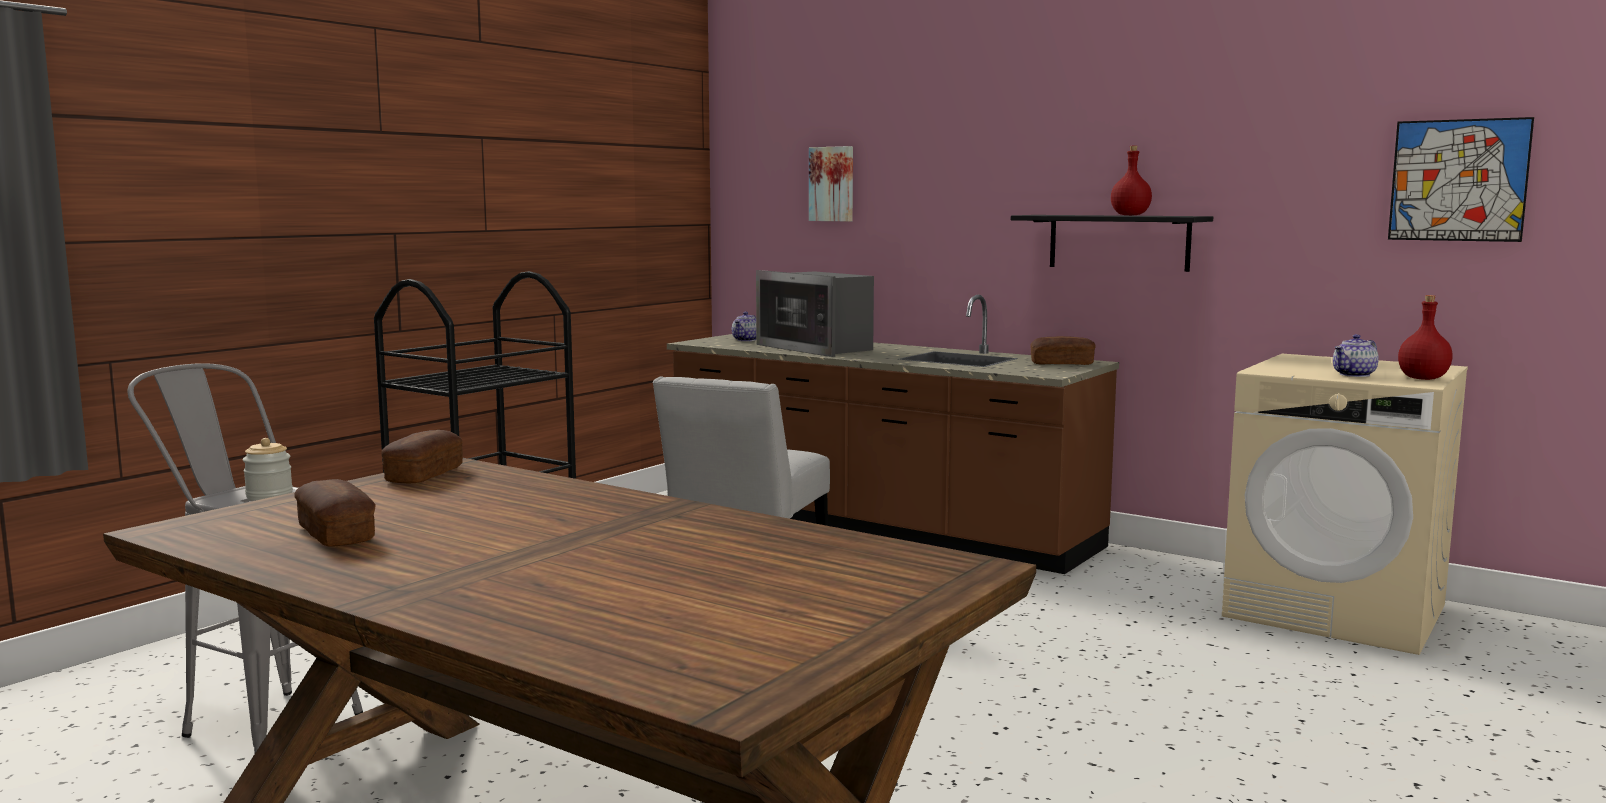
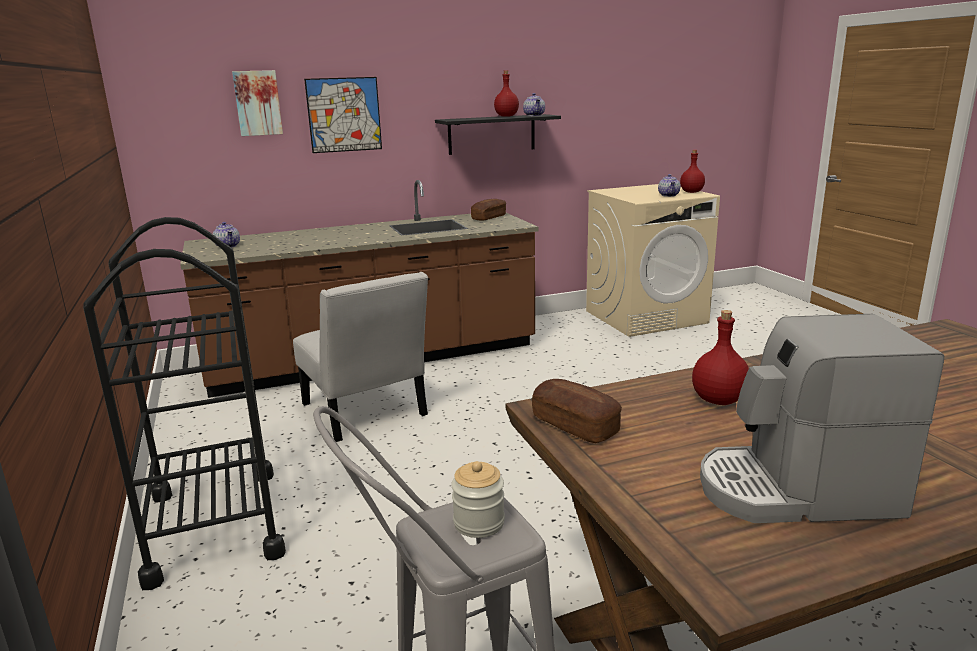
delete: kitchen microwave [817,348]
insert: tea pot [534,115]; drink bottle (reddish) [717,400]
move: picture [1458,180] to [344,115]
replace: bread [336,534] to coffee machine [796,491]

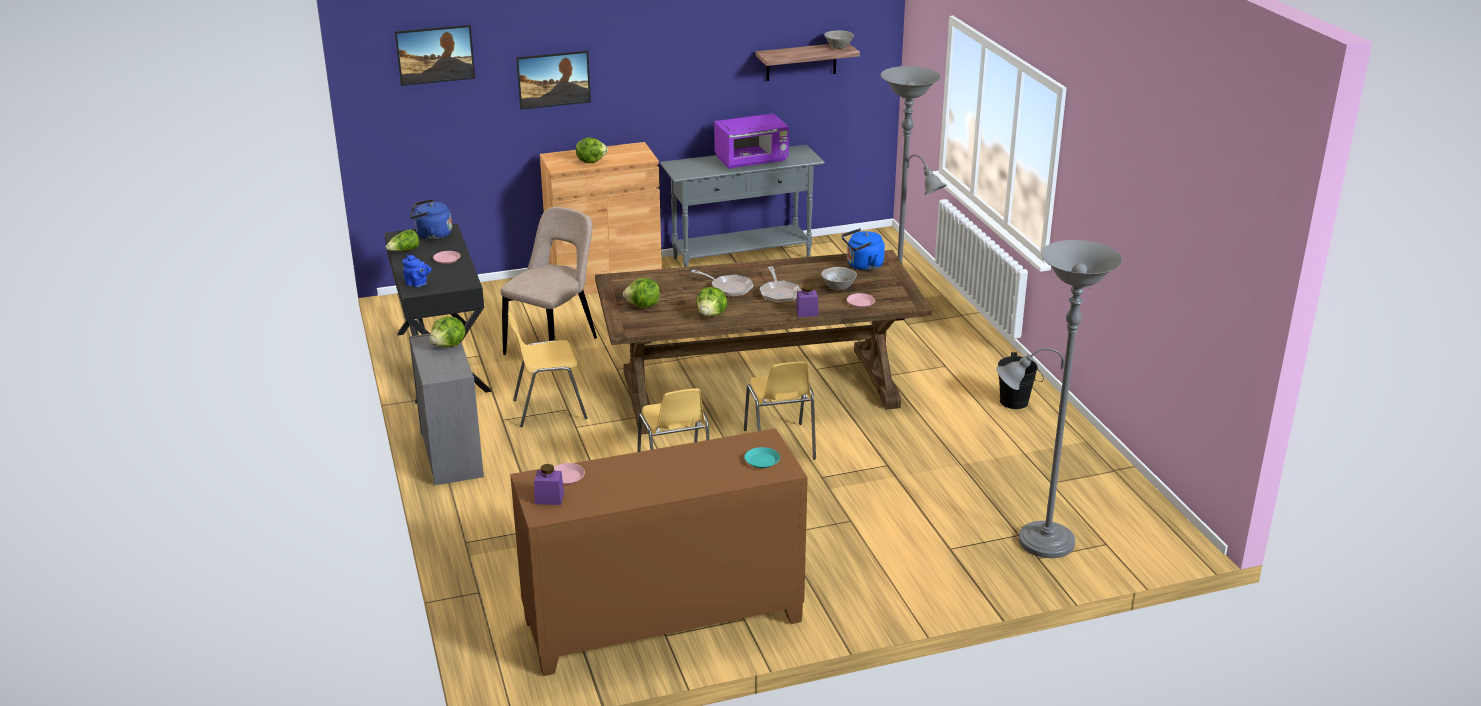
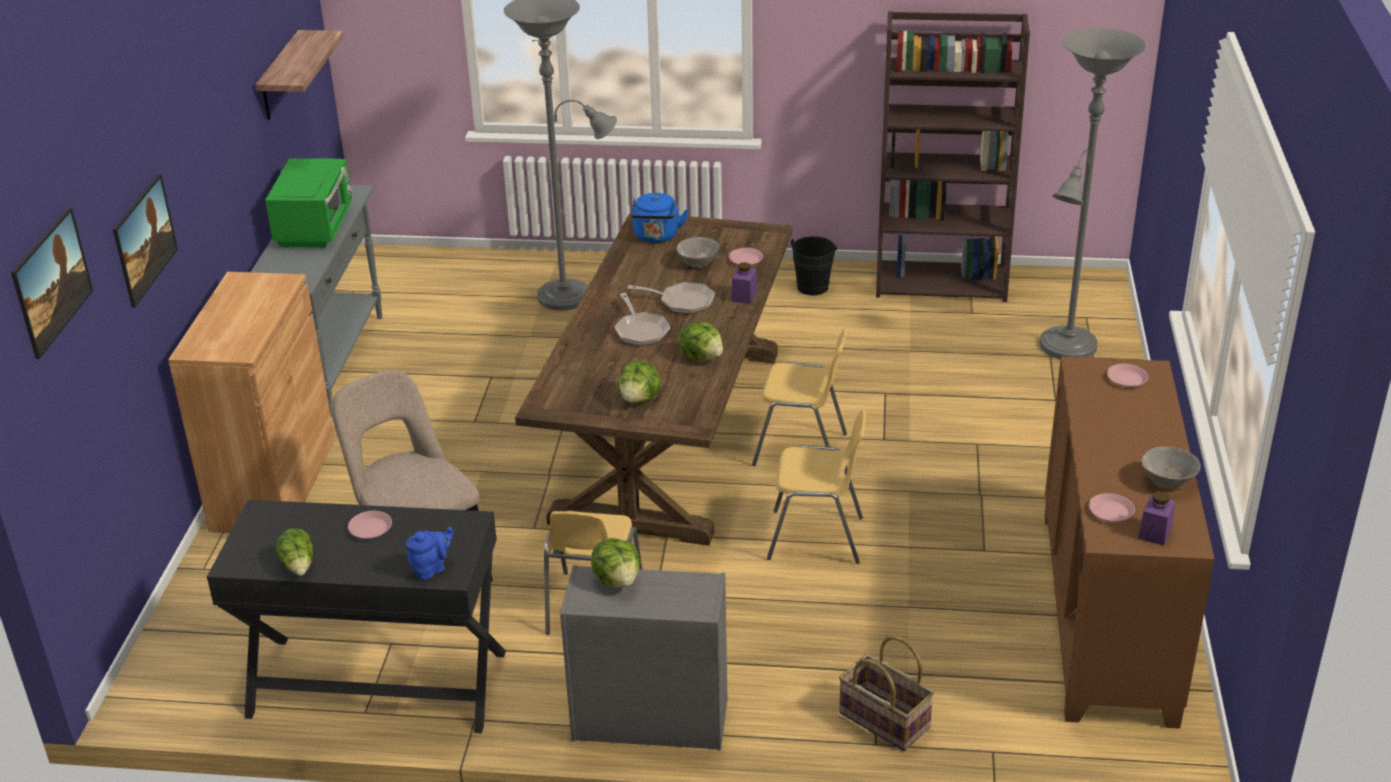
delete: lettuce head [591,161]; kettle (blue-coloured) [431,235]
insert: shelving unit (brown-coloured) [942,281]; basket [883,721]
move: serving bowl (grey) [838,47] to [1168,482]
recolor: kitchen microwave (purple) [752,160] to kitchen microwave (greenish) [316,227]; plate (turquoise) [762,461] to plate (pinkish) [1127,379]
rotate: frying pan [728,288] = [640,331] 105 degrees clockwise

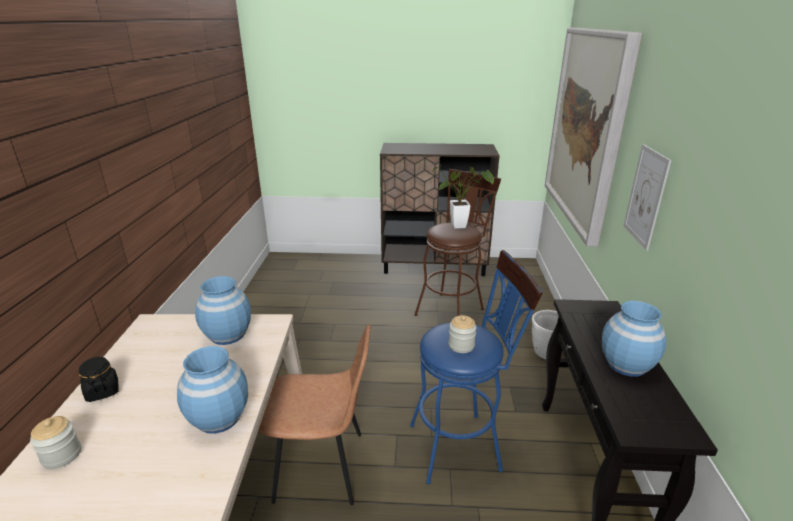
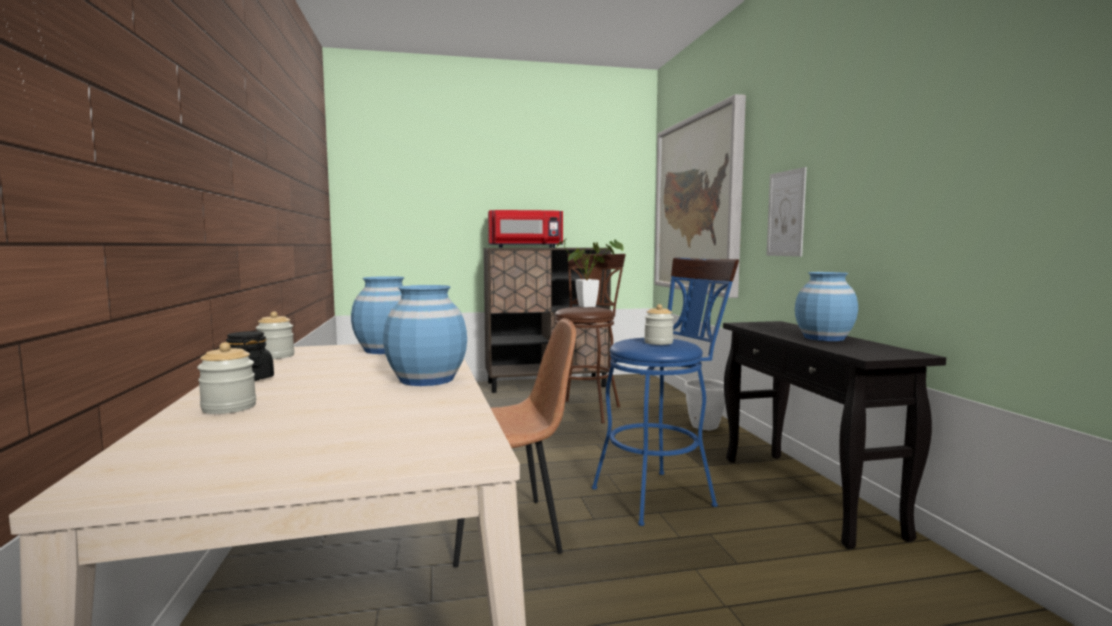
insert: kitchen microwave (reddish) [525,247]; storage jar [276,356]

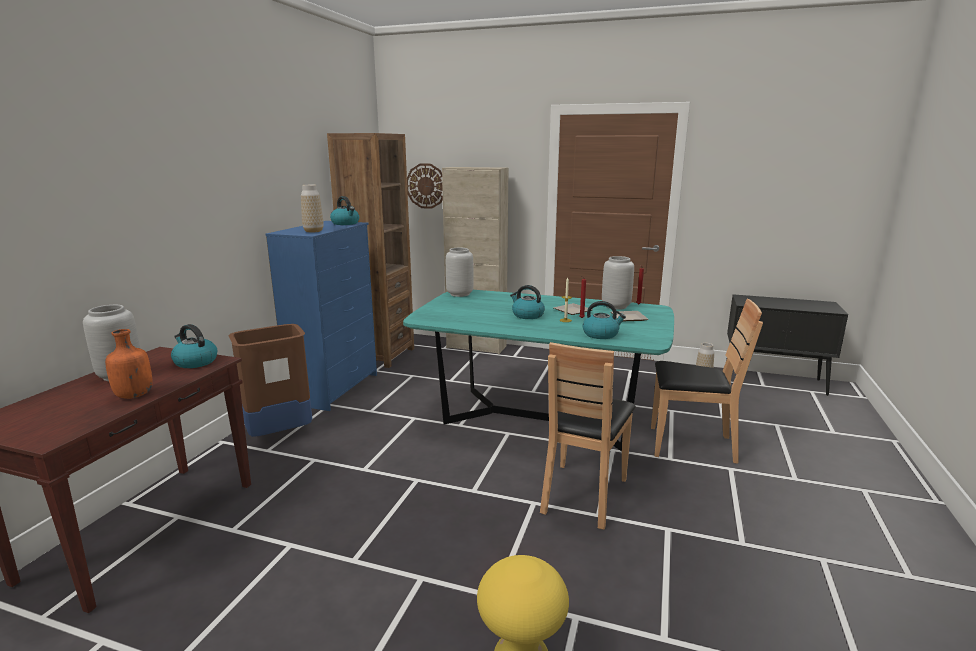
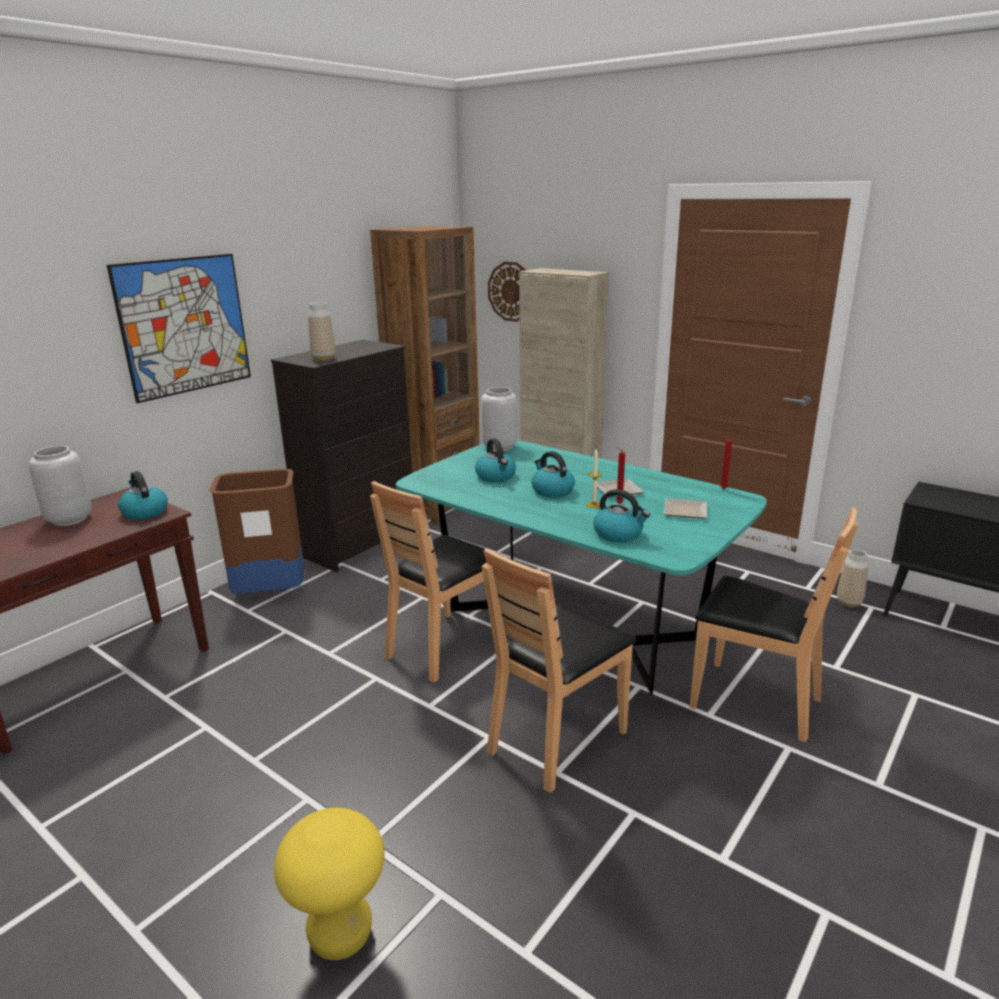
delete: vase (grey) [616,306]; drink bottle (orange) [133,395]
insert: picture [184,326]; upright chair (brown-coloured) [444,646]
move: kettle [345,223] to [496,477]
recolor: dresser (blue-coloured) [336,388] to dresser (black-coloured) [360,544]

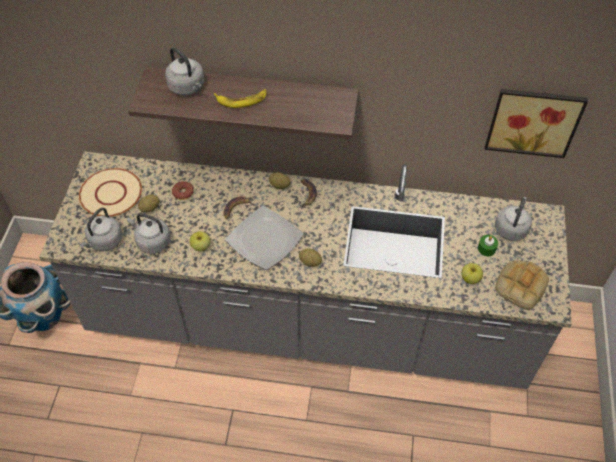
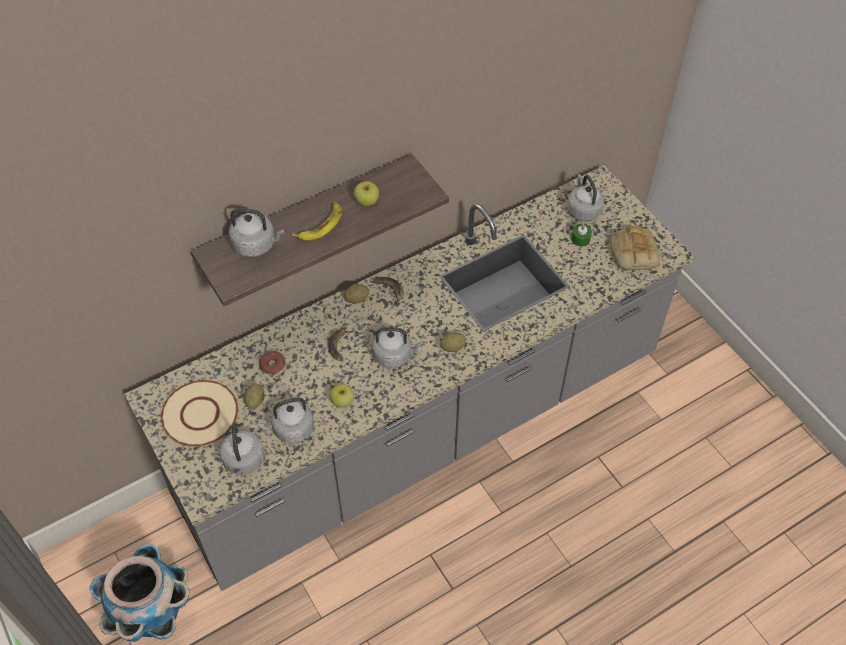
delete: picture [533,120]
move: apple [470,278] to [367,201]
replace: plate [265,240] to kettle (grey) [394,355]

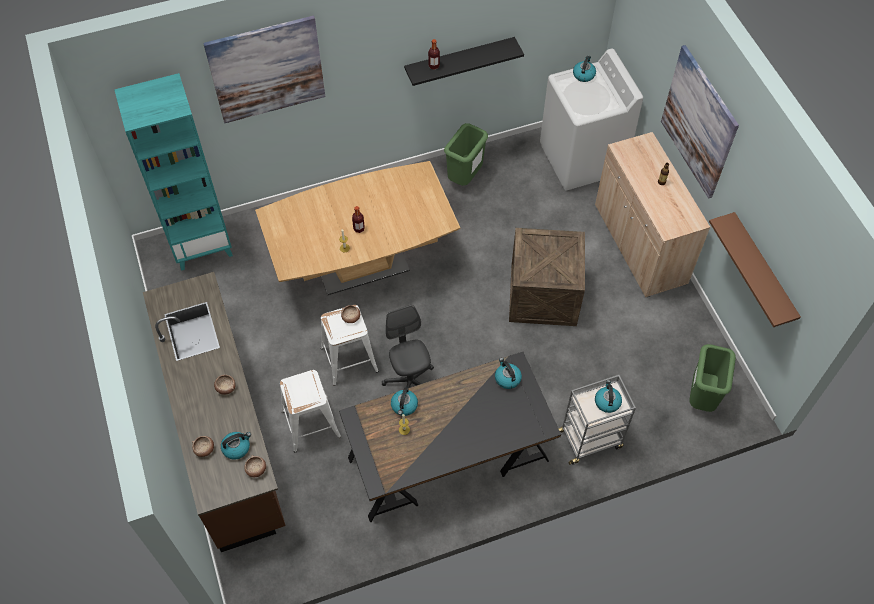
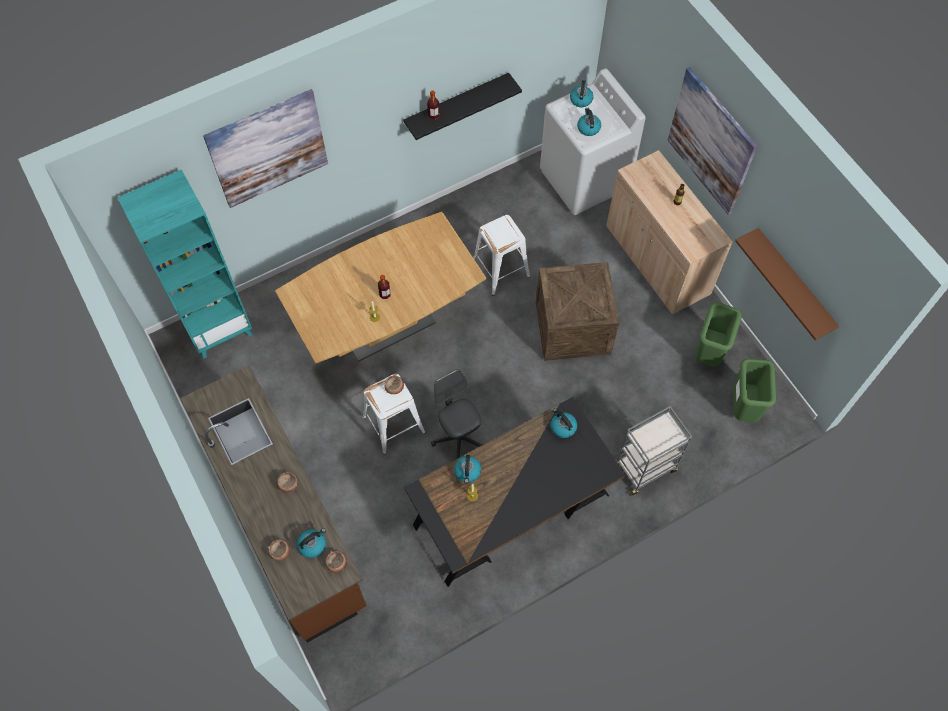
move: rubbish bin (greenish) [465,178] to [708,354]; stool seat (white-coloured) [311,423] to [501,269]; kettle [607,401] to [588,128]

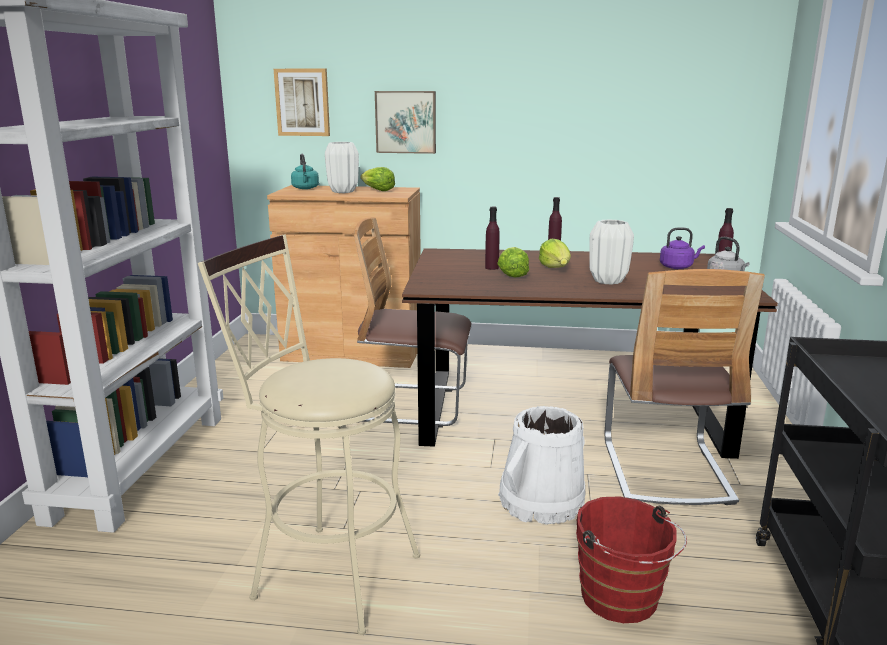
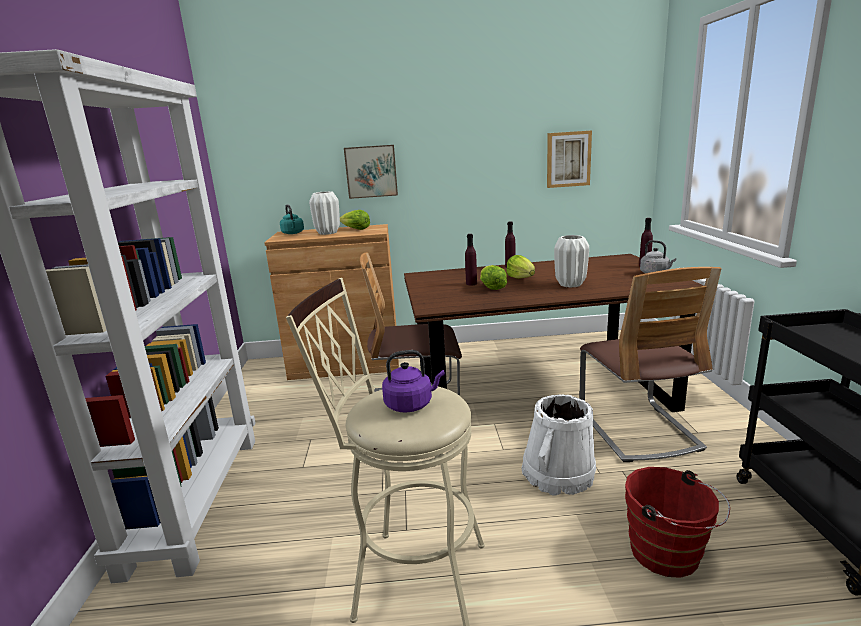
move: picture [302,102] to [568,159]; kettle (purple) [678,267] to [411,404]

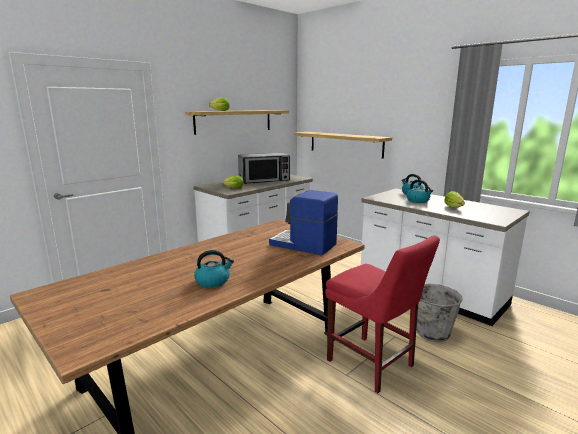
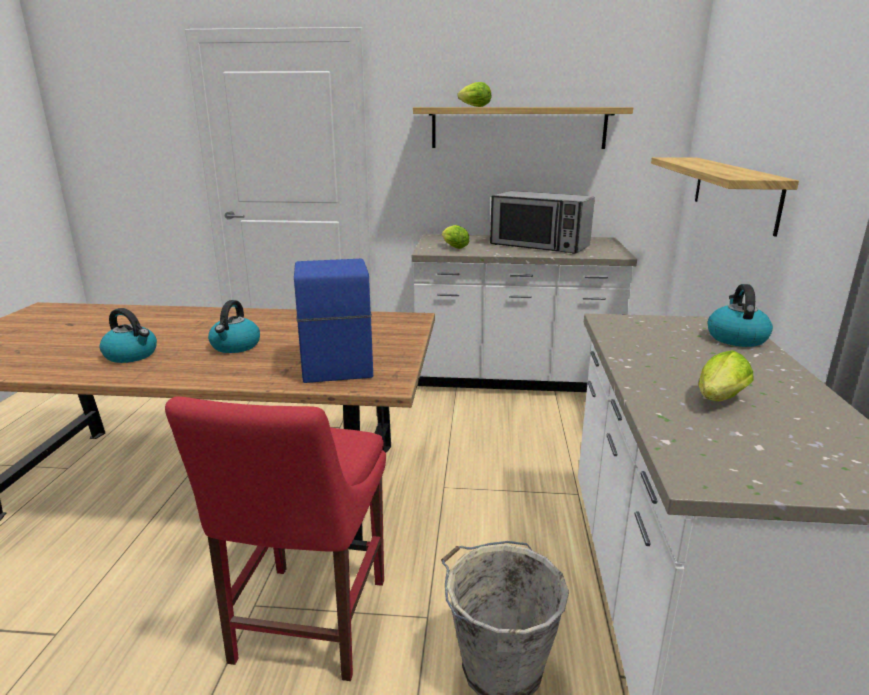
move: kettle [418,201] to [235,346]

